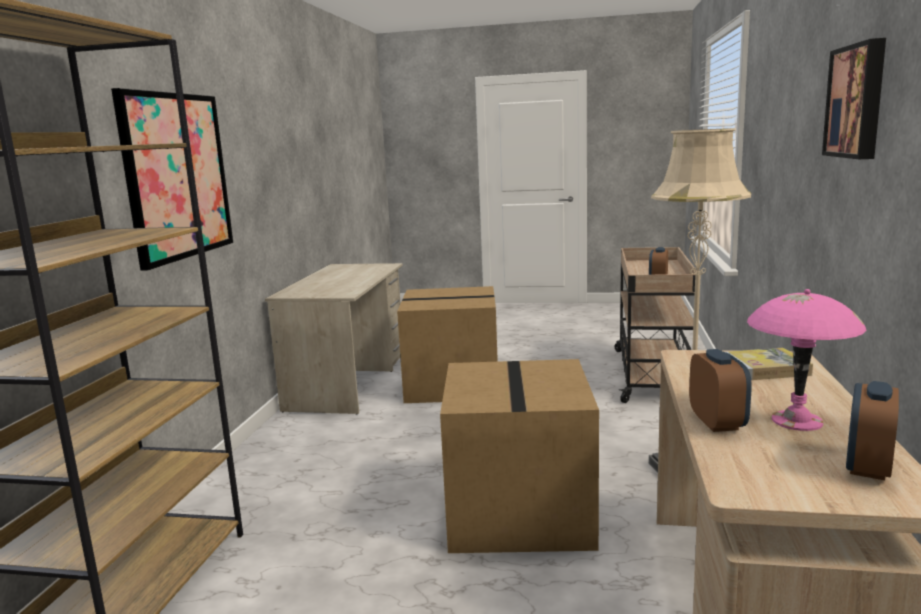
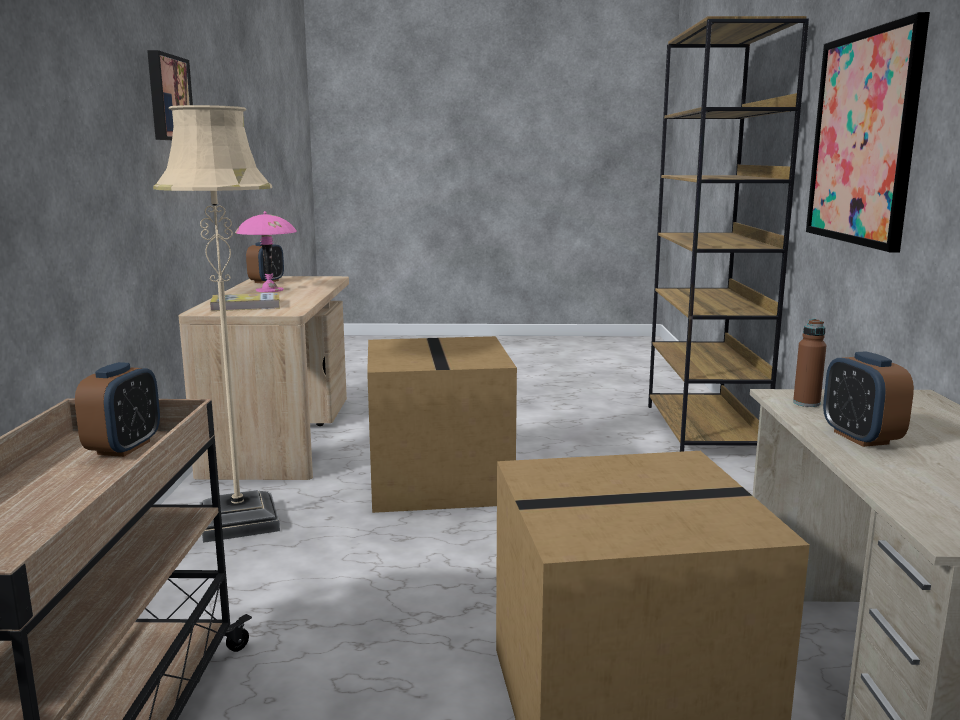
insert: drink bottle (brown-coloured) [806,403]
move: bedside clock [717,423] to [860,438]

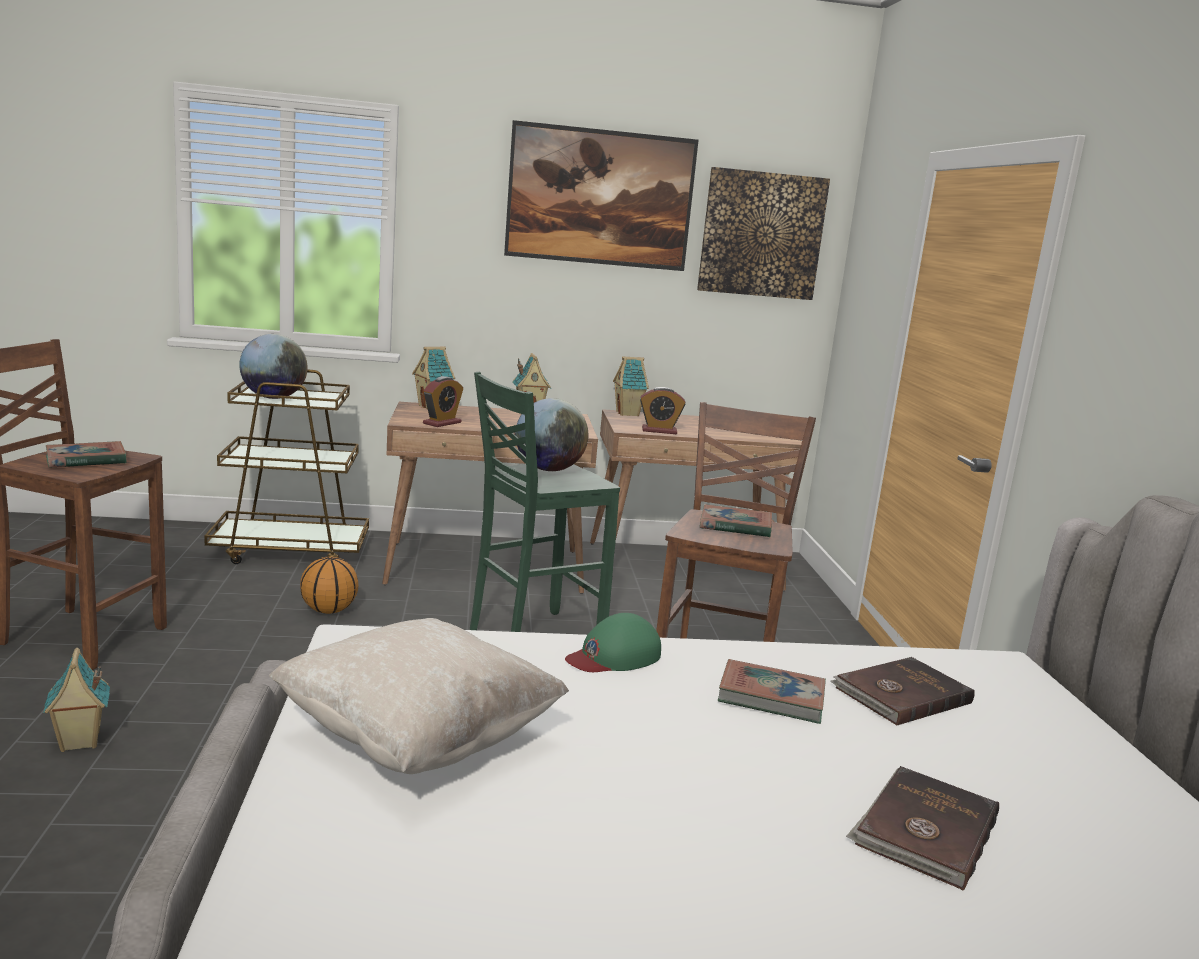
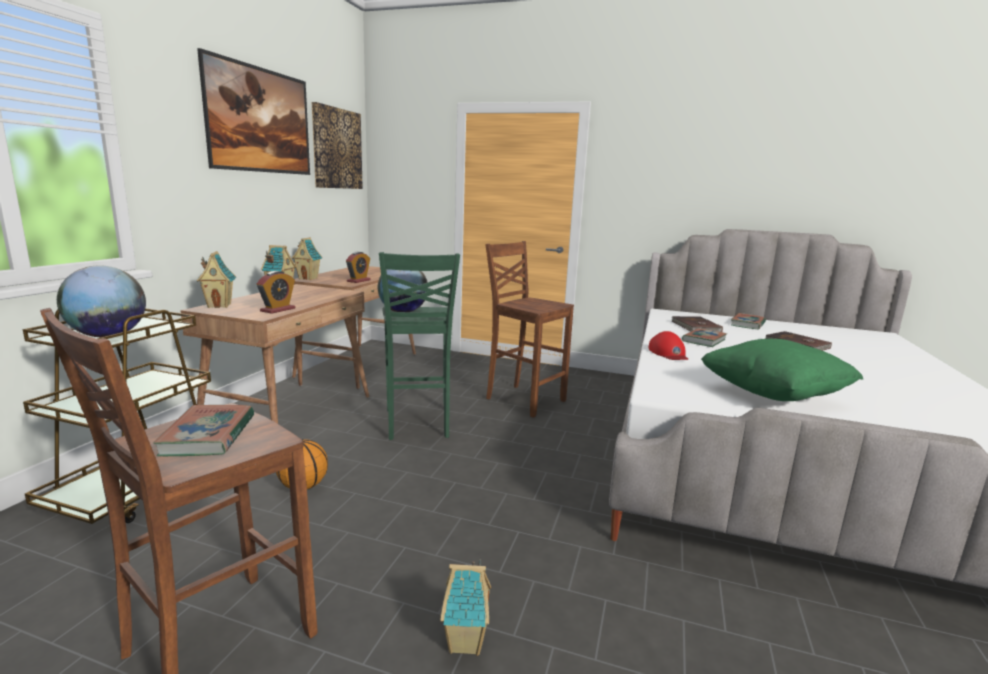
move: volume [735,526] to [747,324]
recolor: cap (greenish) [614,656] to cap (reddish) [668,353]; pillow (sand-coloured) [417,740] to pillow (greenish) [772,395]
rotate: bedside clock [442,423] = [278,310] 60 degrees clockwise

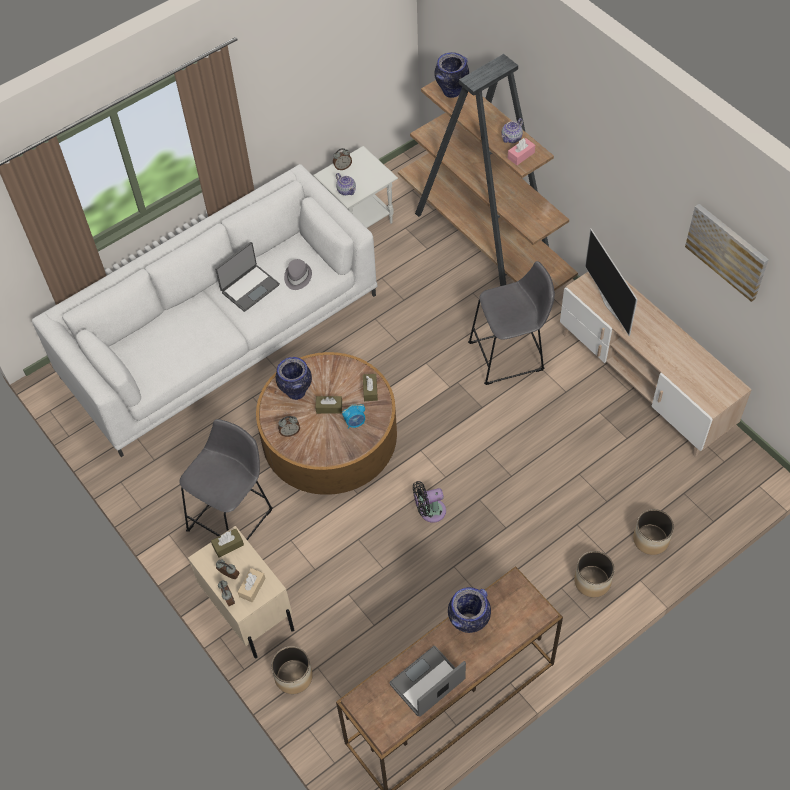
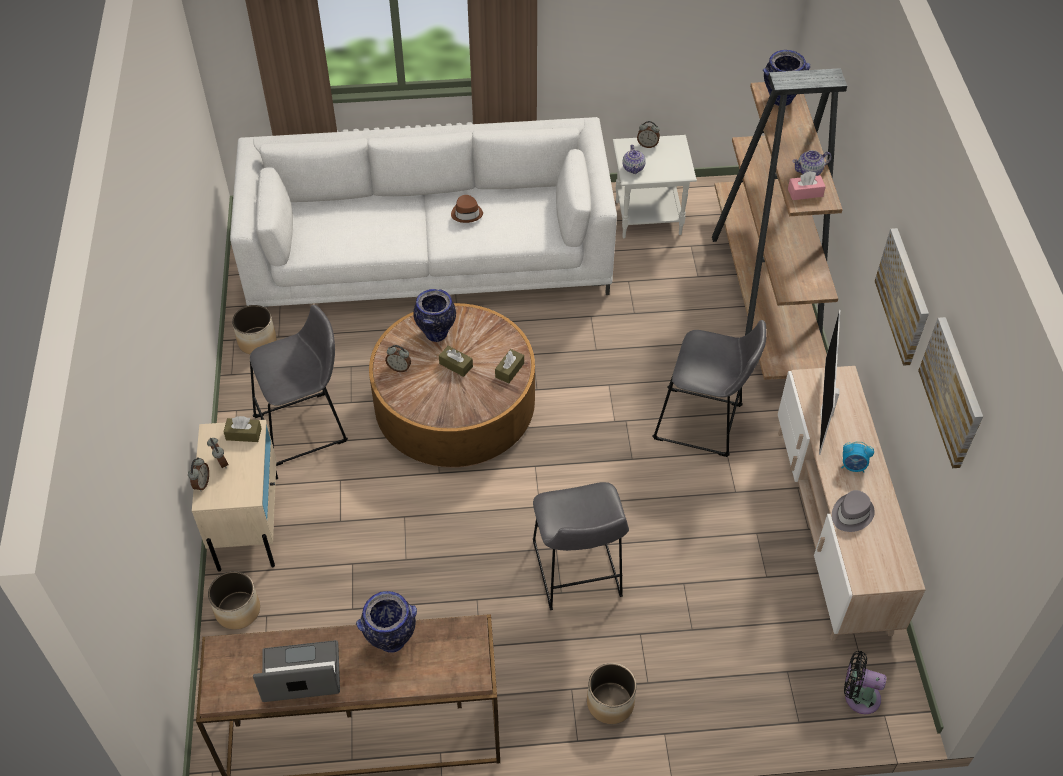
delete: tissue box (sand-coloured) [252,587]
insert: picture [904,296]; stool seat (grey) [577,574]
move: clothing hat (grey) [297,277] to [851,514]; bedside clock [355,423] to [853,466]; cooling fan (black-coloured) [429,511] to [858,696]; plant pot [651,540] to [257,341]
replace: portable computer [249,288] to clothing hat (brown-coloured) [467,213]

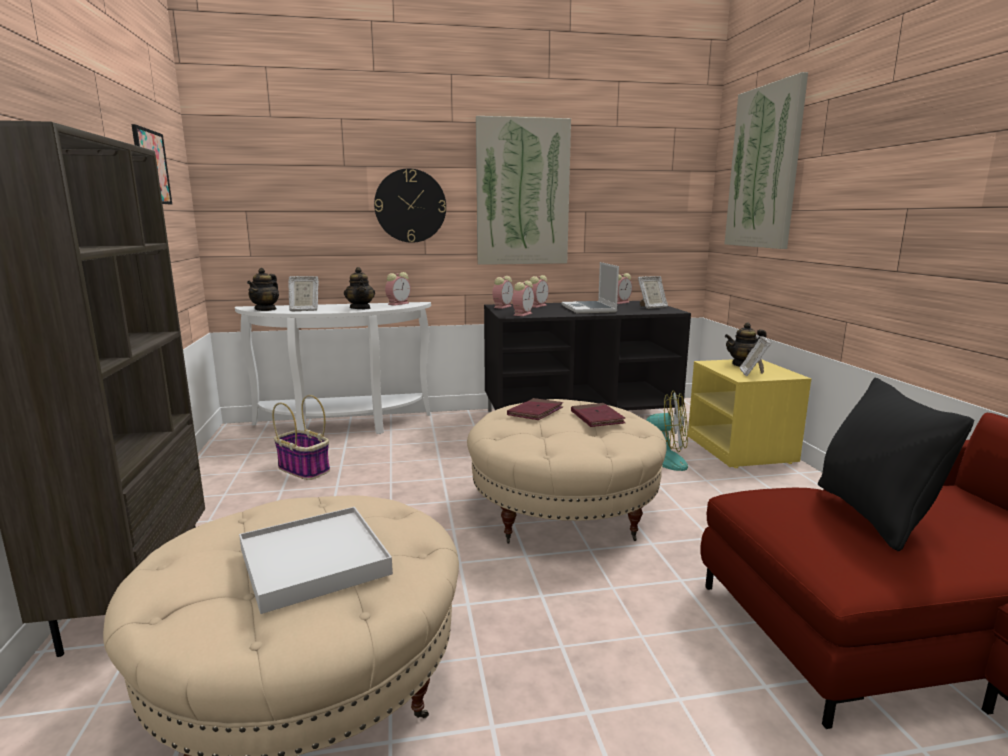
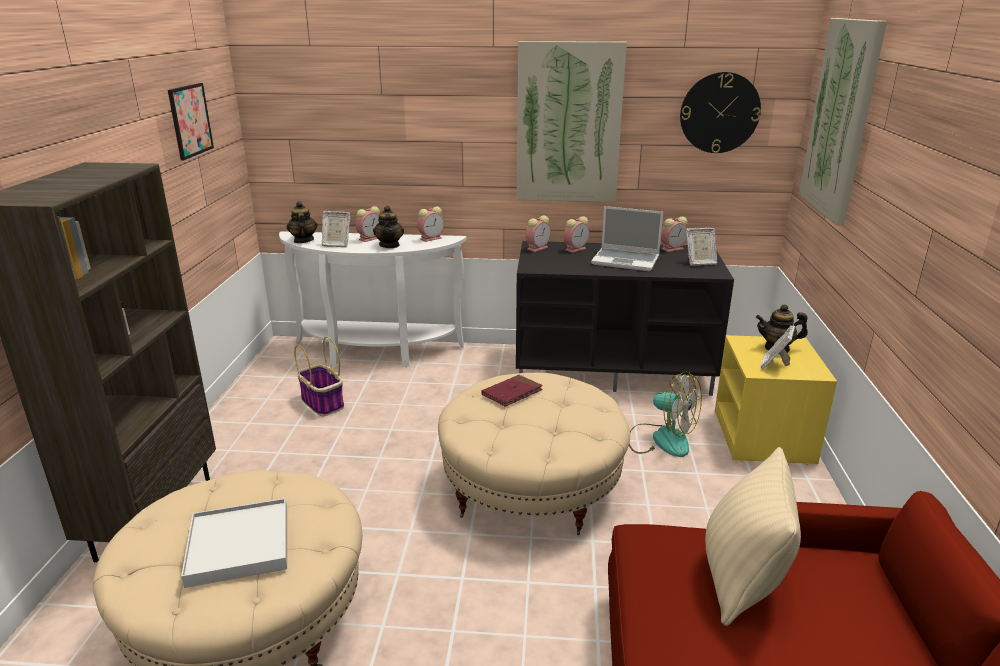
delete: volume (reddish) [597,418]
move: clock on the wall [410,206] to [719,113]; bedside clock [523,314] to [370,238]
recolor: pillow (black-coloured) [872,515] to pillow (sand-coloured) [741,579]
rotate: portable computer [589,309] = [626,261] 75 degrees counterclockwise; tea pot [266,309] = [303,240] 135 degrees clockwise

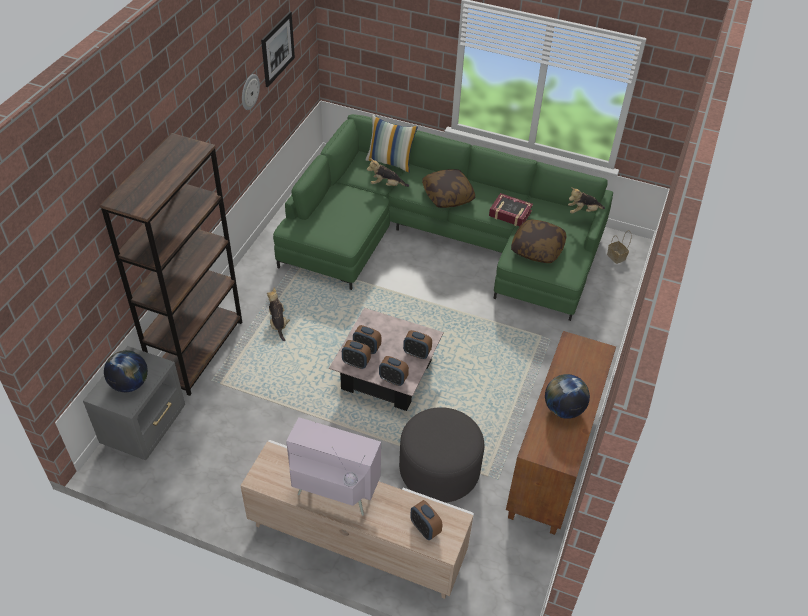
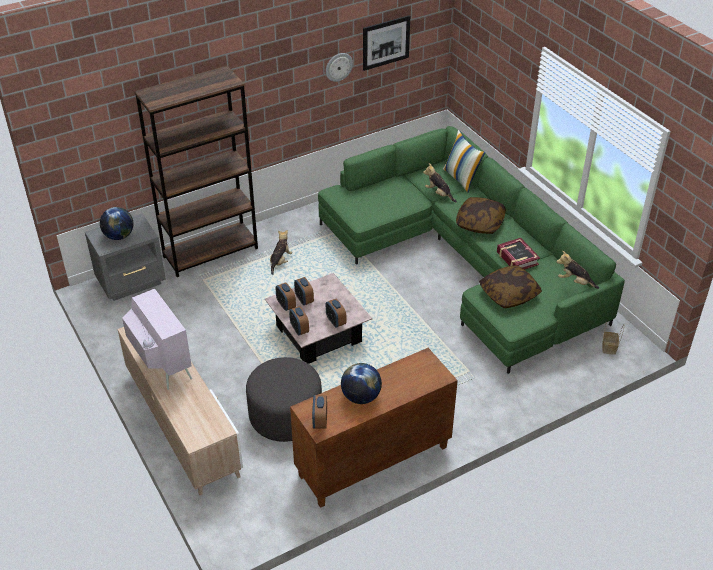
move: bedside clock [425,528] to [320,421]

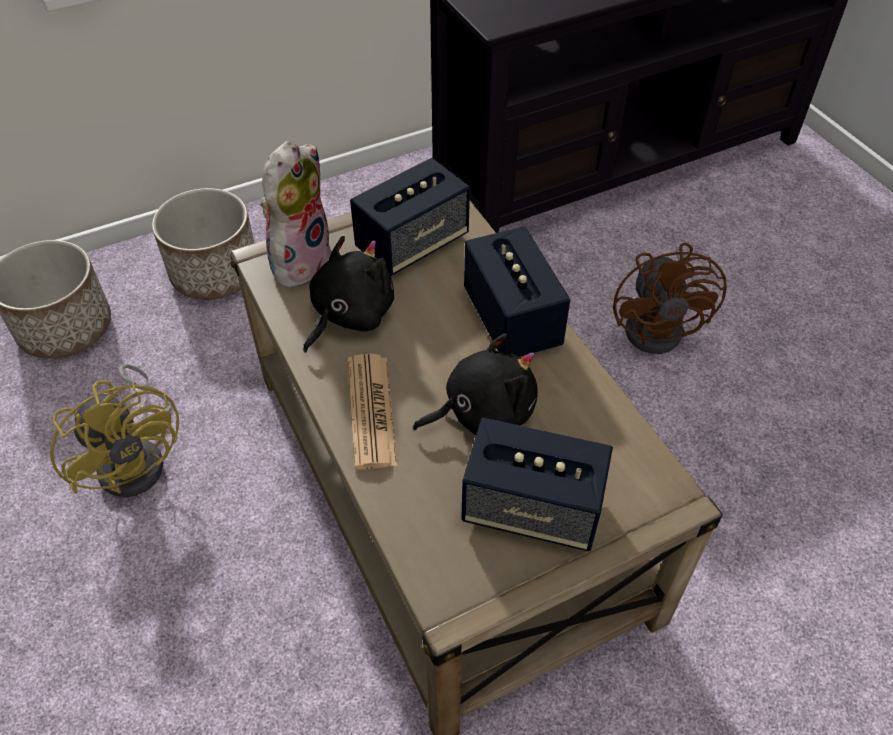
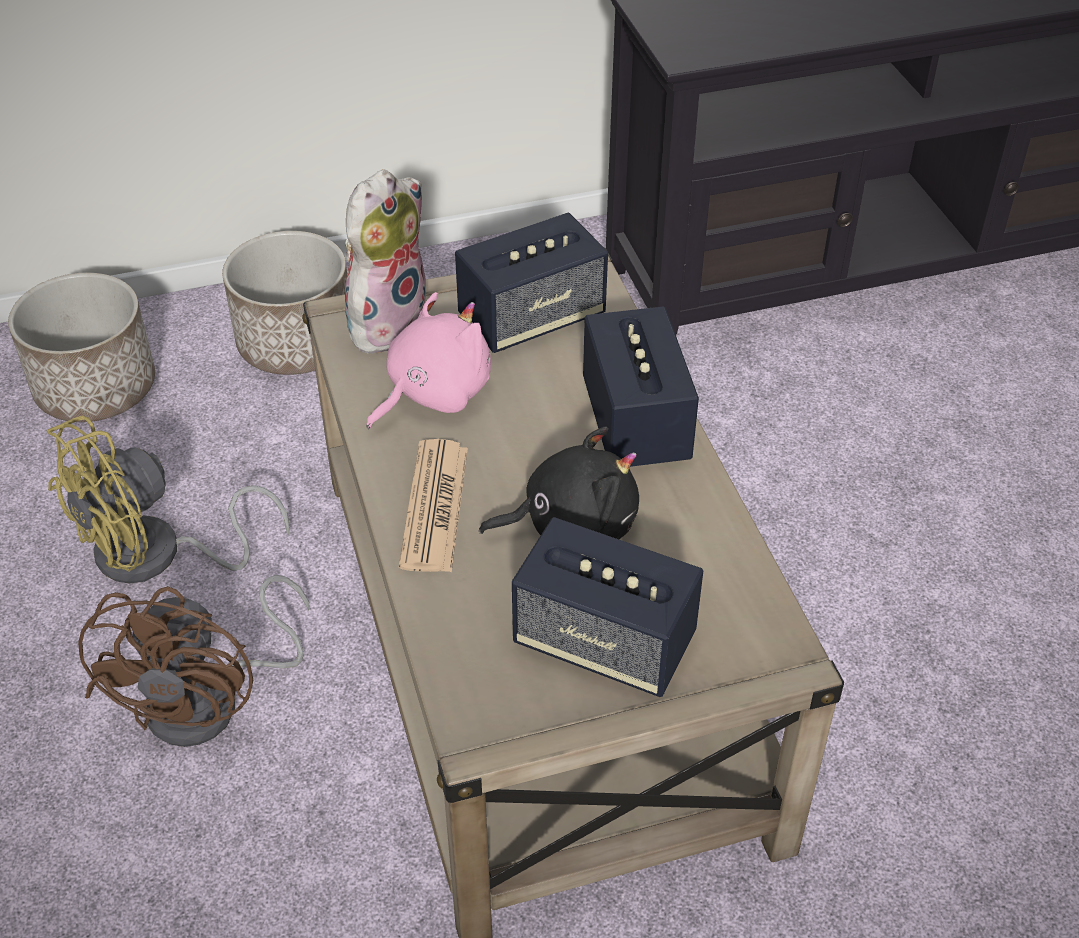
move: cooling fan (brown-coloured) [661,327] to [212,701]
recolor: plush toy (black-coloured) [349,315] to plush toy (pinkish) [433,393]
rotate: cooling fan (yellow) [139,458] = [157,556] 75 degrees clockwise

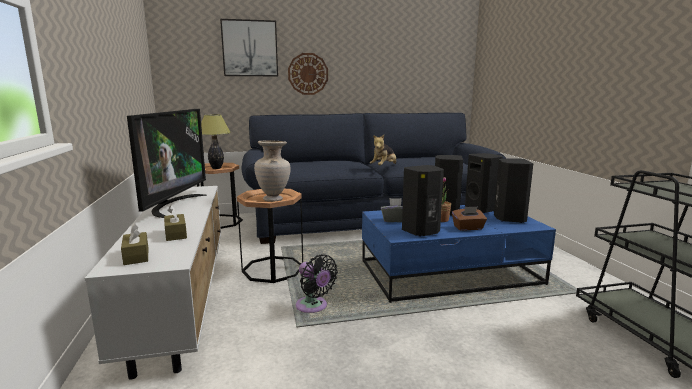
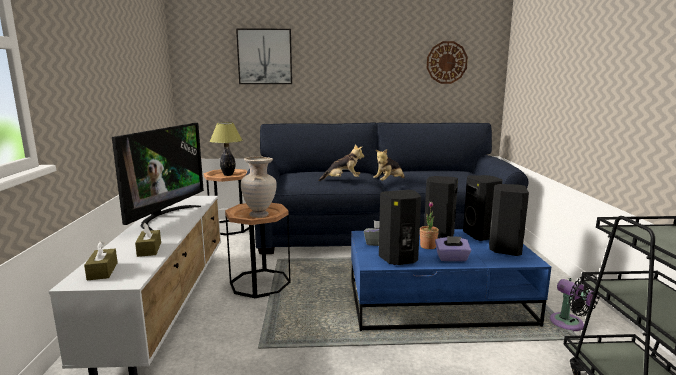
insert: plush toy [343,180]
move: clock on the wall [308,74] to [446,62]; cooling fan (black-coloured) [313,307] to [570,324]
recolor: tissue box (brown-coloured) [468,228] to tissue box (purple) [452,258]

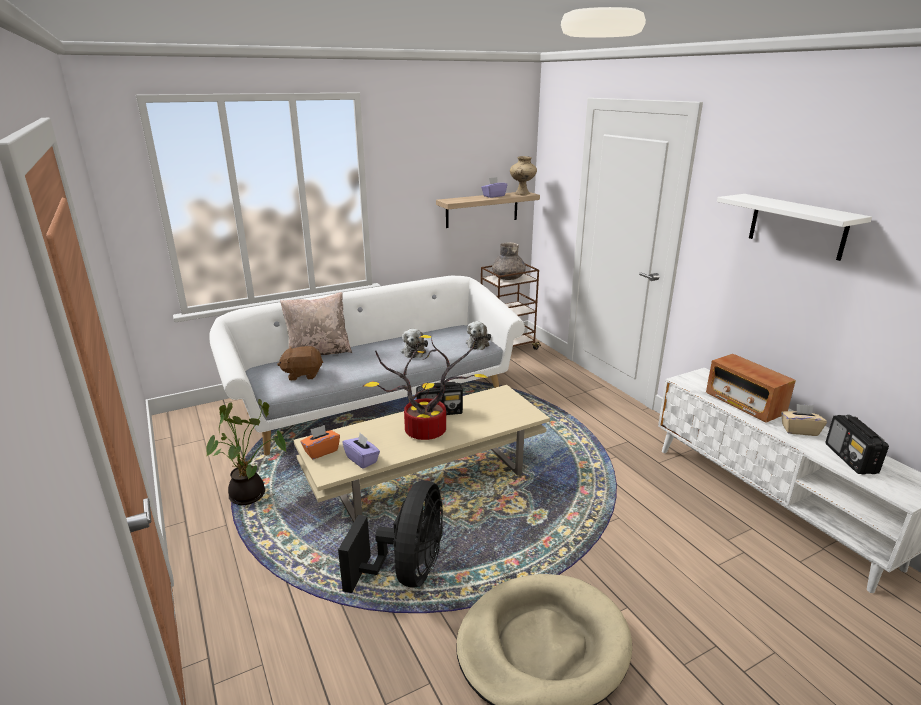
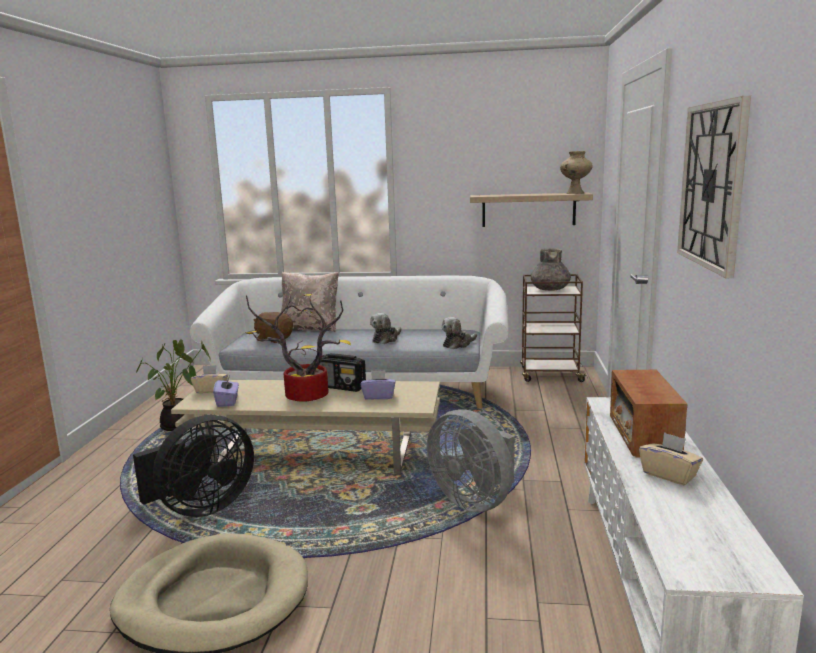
delete: radio [850,459]
insert: cooling fan (grey) [474,500]
move: tissue box (purple) [493,196] to [378,396]
replace: bracket shelf (white-coloured) [797,226] to clock on the wall [712,185]
recolor: tissue box (orange) [321,451] to tissue box (sand-coloured) [211,390]

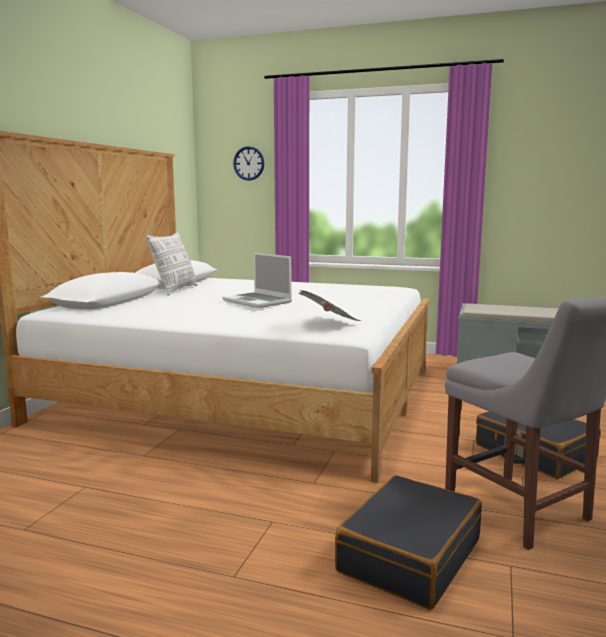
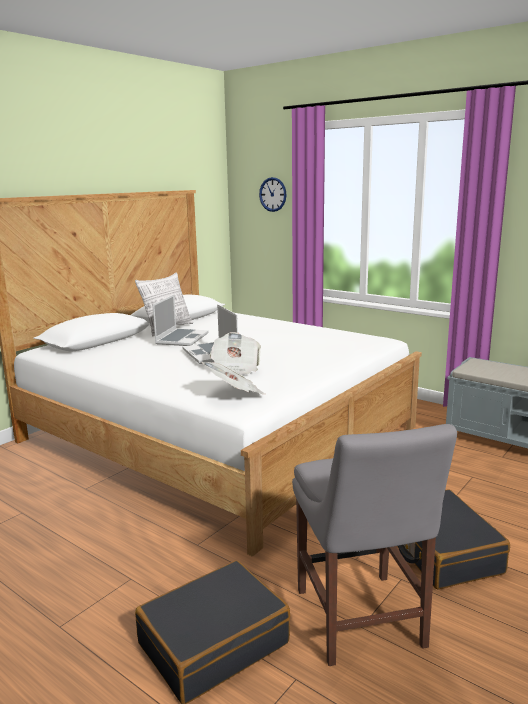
insert: portable computer [181,338]; printed paper [236,369]

